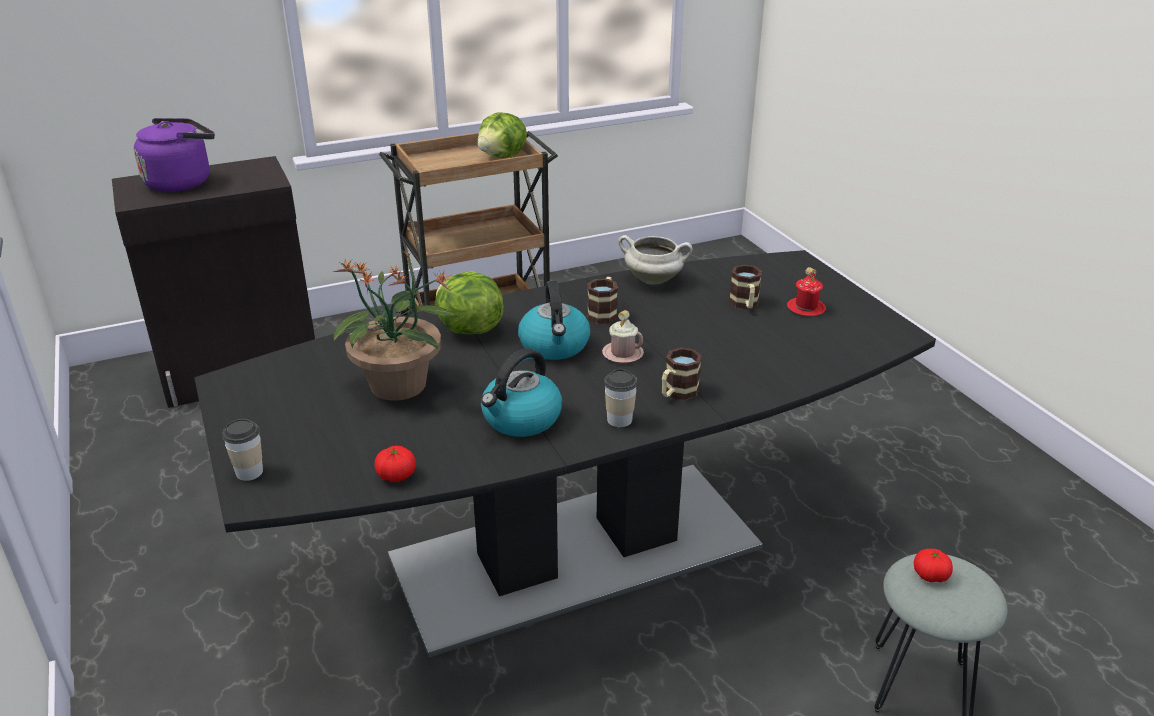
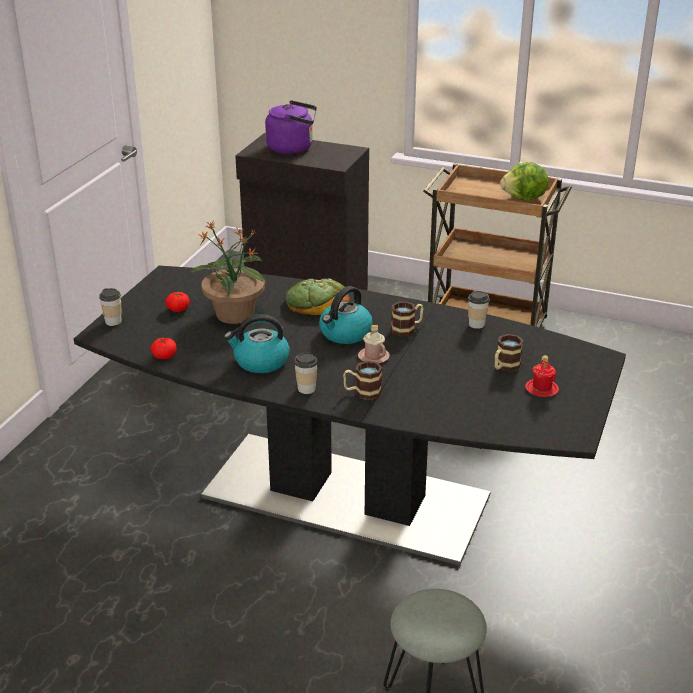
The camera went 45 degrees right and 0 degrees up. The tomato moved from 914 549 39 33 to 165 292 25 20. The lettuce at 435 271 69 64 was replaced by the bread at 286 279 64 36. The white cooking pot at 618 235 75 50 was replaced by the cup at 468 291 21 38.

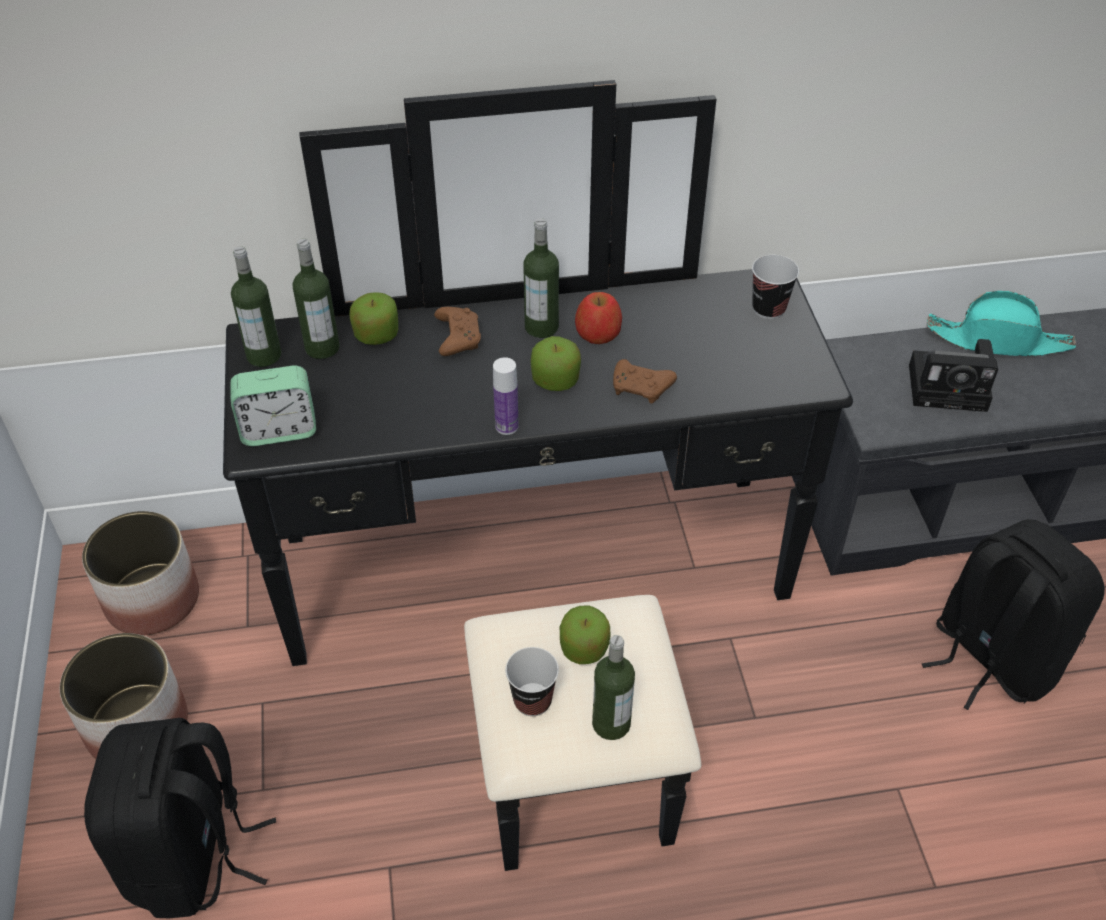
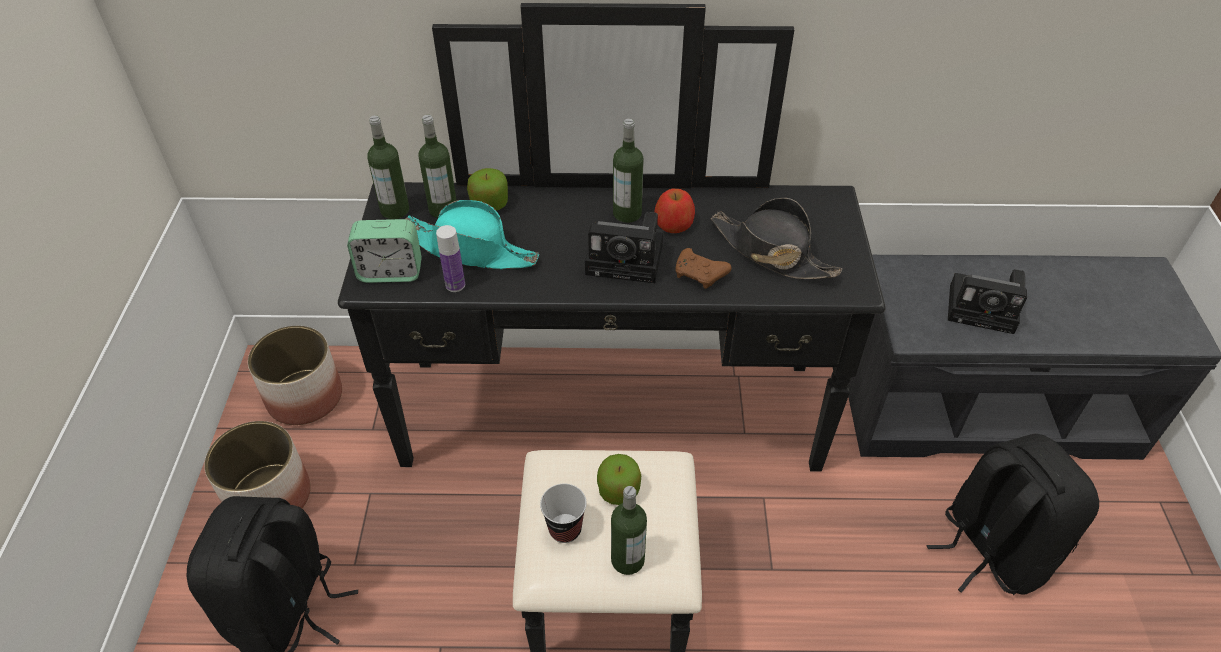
The camera went 10 degrees right and 0 degrees up. The turquoise hat moved from 927 291 149 65 to 405 200 134 69. The bottle moved from 493 357 26 78 to 436 225 29 67. The apple at 531 336 50 55 was replaced by the photo camera at 585 212 79 71. The black hat at 711 198 131 81 appeared. The brown game controller at 434 307 47 49 disappeared. The cup at 752 255 47 64 disappeared.

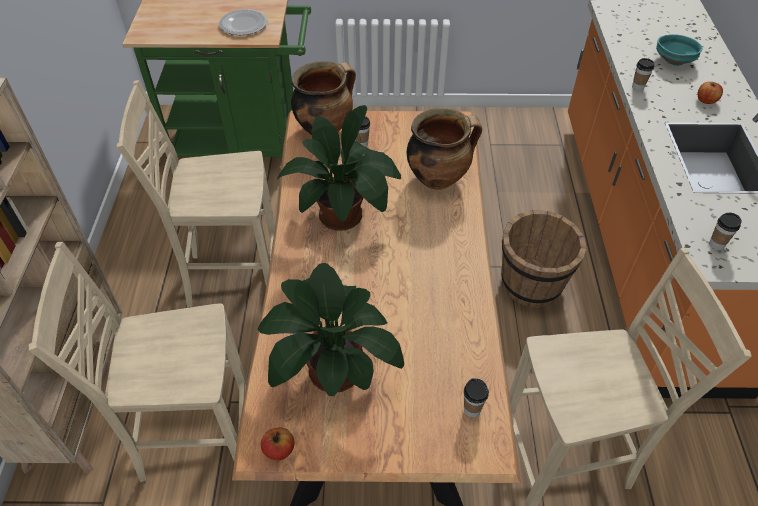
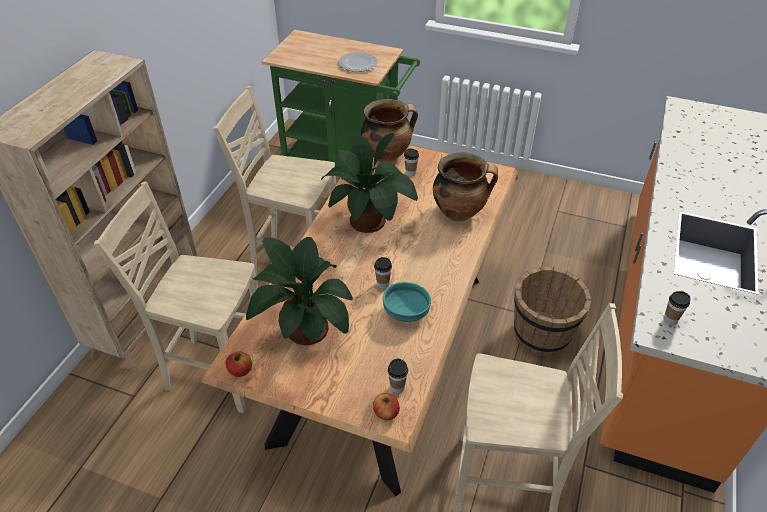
The camera went 20 degrees right and 5 degrees down. The apple moved from 698 82 25 22 to 373 393 27 27. The cup moved from 632 58 23 33 to 374 257 18 32. The turquoise bowl moved from 656 34 47 32 to 383 282 48 40.

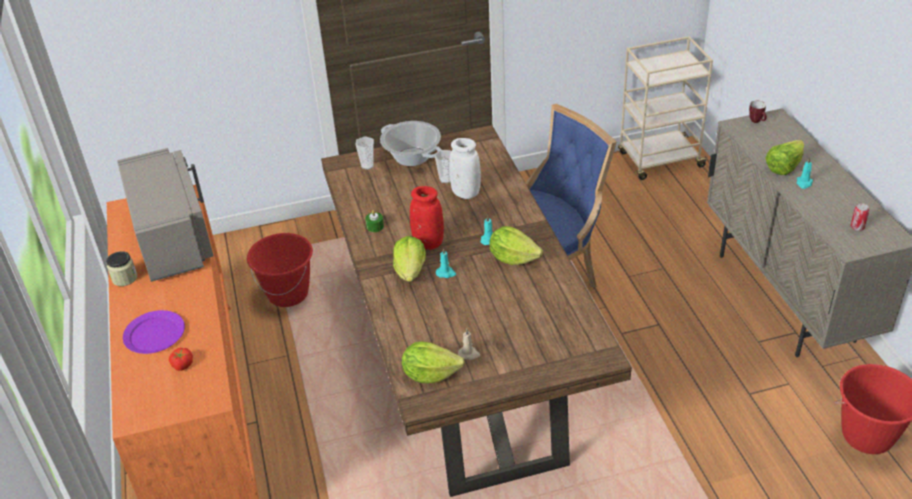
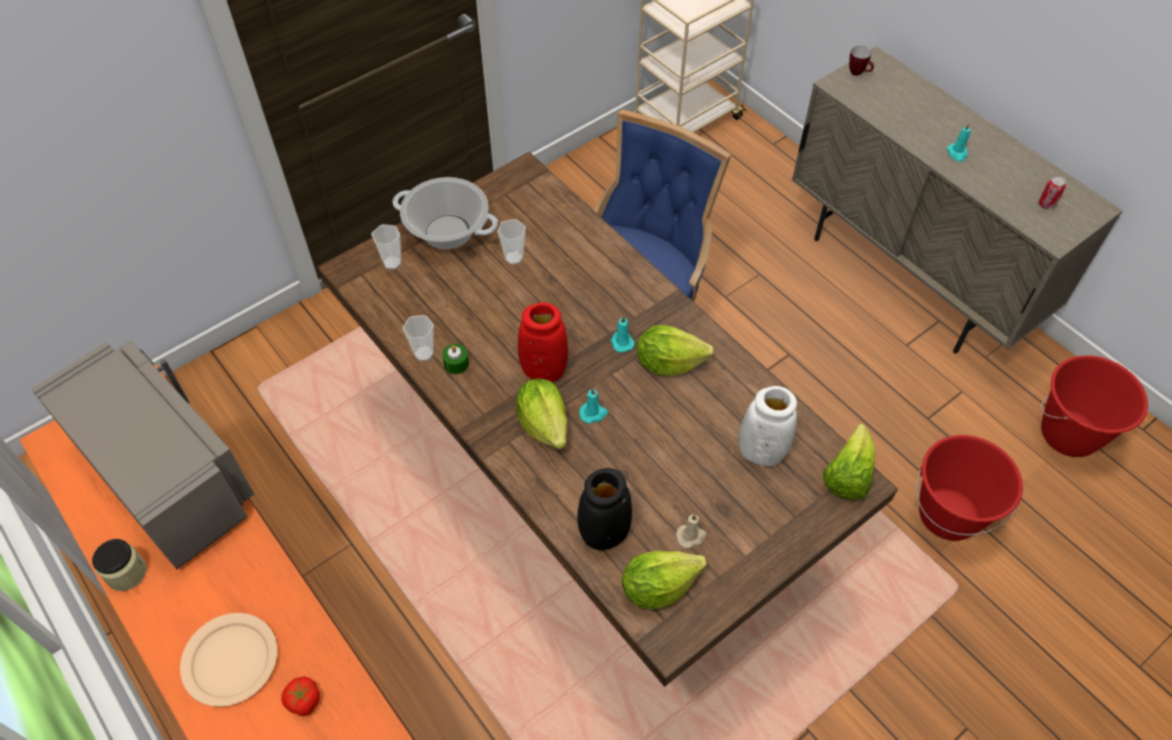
The camera went 25 degrees left and 15 degrees up. The purple plate at 123 310 62 44 became the beige plate at 180 613 97 94. The cup at 403 315 31 47 appeared. The black vase at 578 468 54 82 appeared. The white vase moved from 449 138 32 61 to 739 386 58 81. The lettuce moved from 765 140 39 35 to 823 424 52 76. The red bucket moved from 247 233 66 74 to 916 435 108 106.

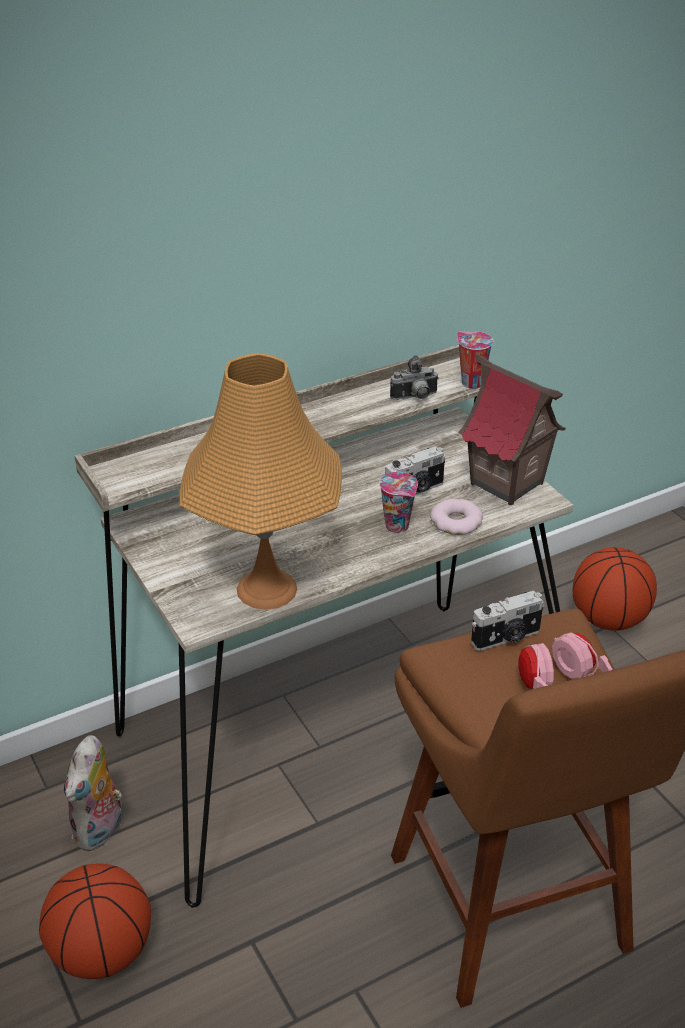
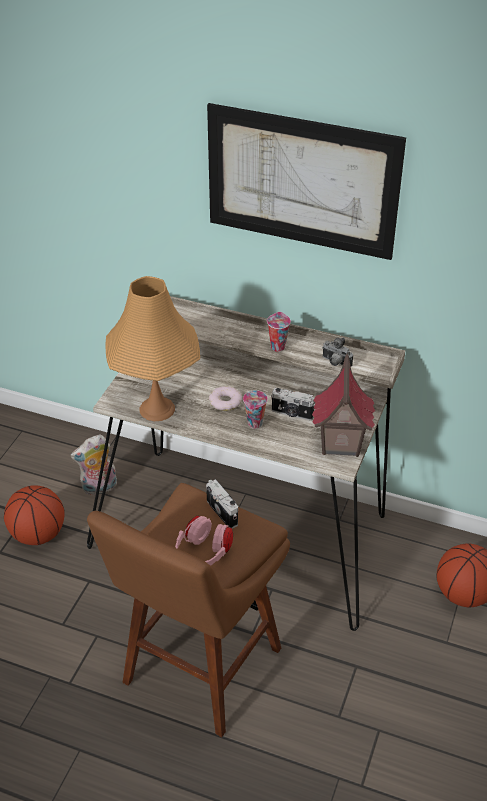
The camera went 50 degrees right and 5 degrees up. The photo camera at 471 591 73 60 turned 150 degrees counterclockwise. The picture at 207 103 199 157 appeared. The donut moved from 430 499 53 36 to 209 386 33 25. The cup moved from 457 331 36 58 to 267 312 24 40.

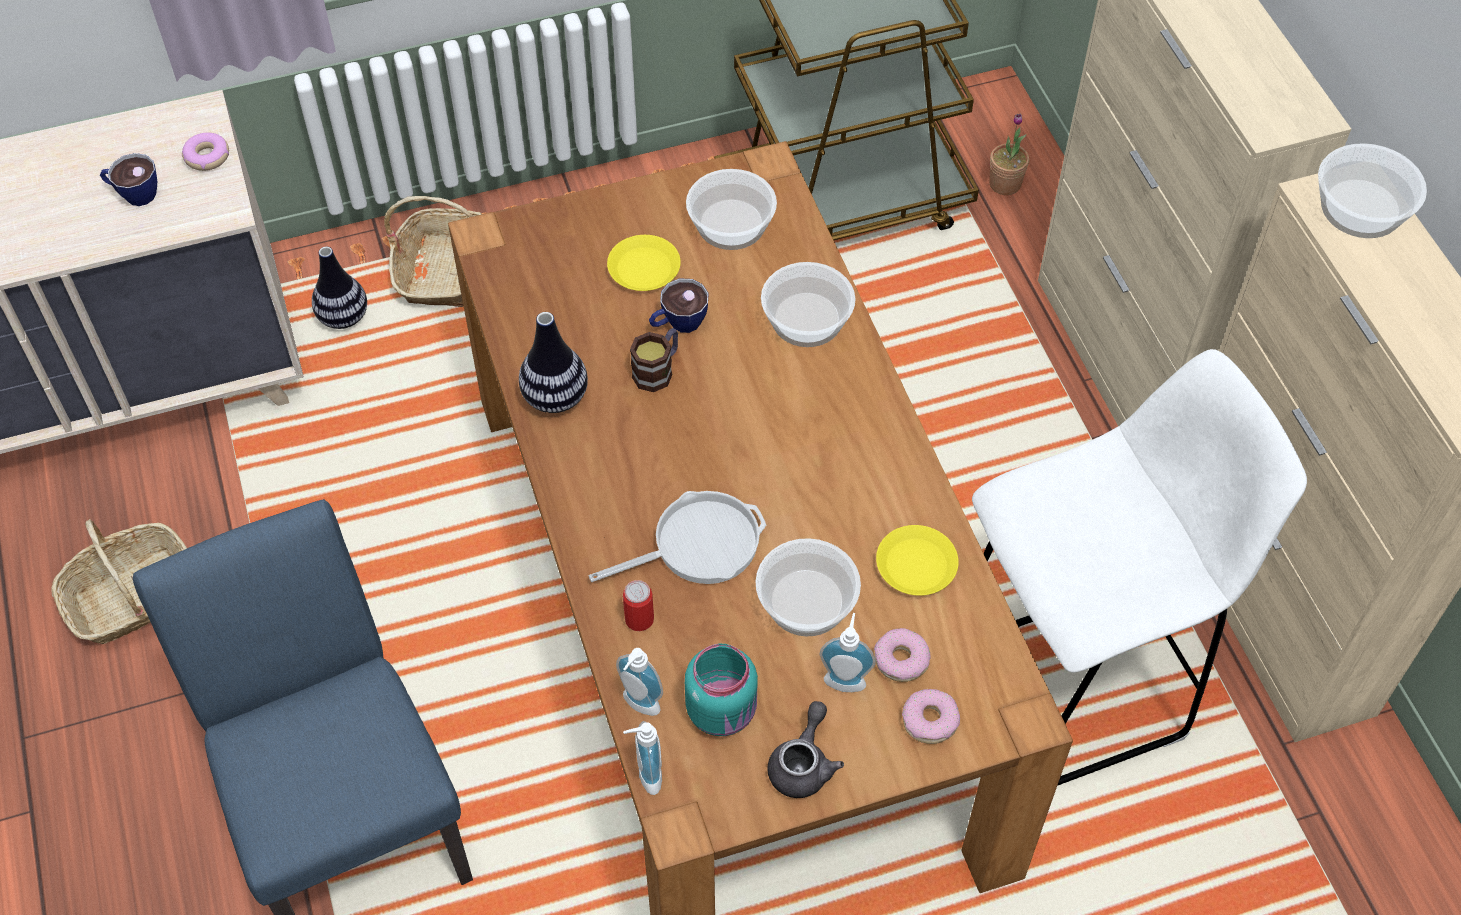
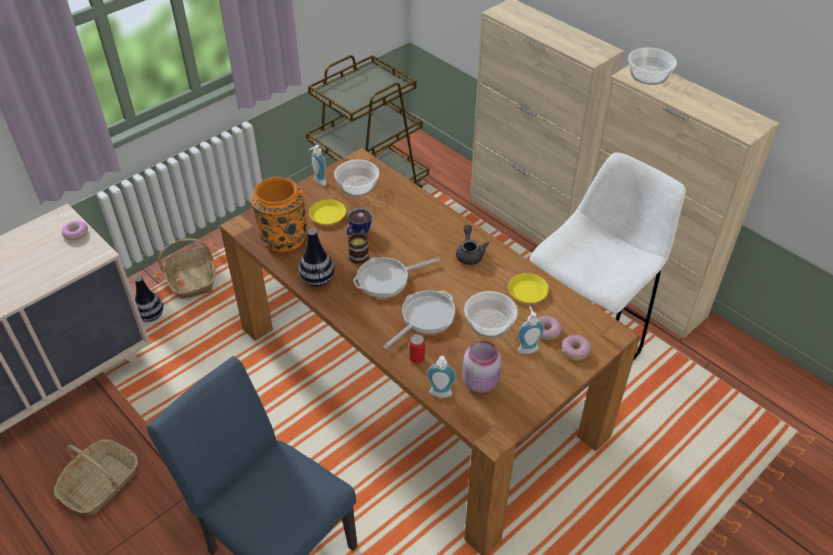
The camera went 25 degrees left and 10 degrees down. The orange vase at 251 177 57 75 appeared. The soap dispenser moved from 623 721 39 74 to 309 145 18 41. The frying pan at 353 257 87 41 appeared. The grey teapot moved from 768 701 76 97 to 456 225 33 40. The turquoise jar at 685 644 73 92 became the pink jar at 462 340 40 53. The cup at 100 153 57 53 disappeared. The bowl at 761 262 94 85 disappeared. The potted plant at 989 113 40 82 disappeared.

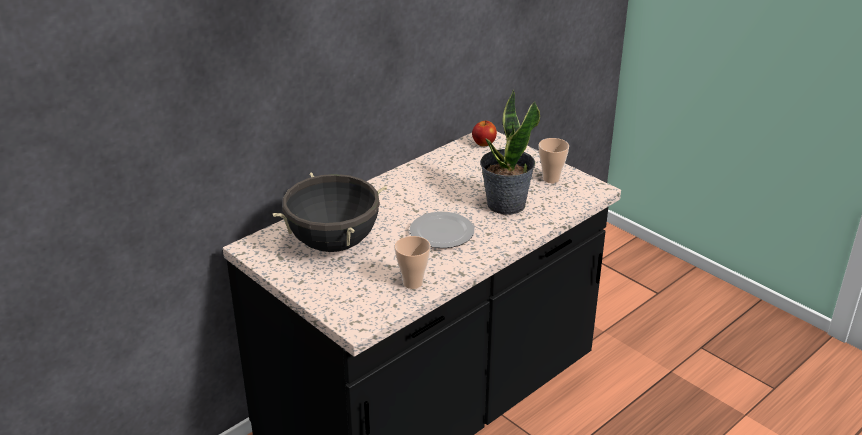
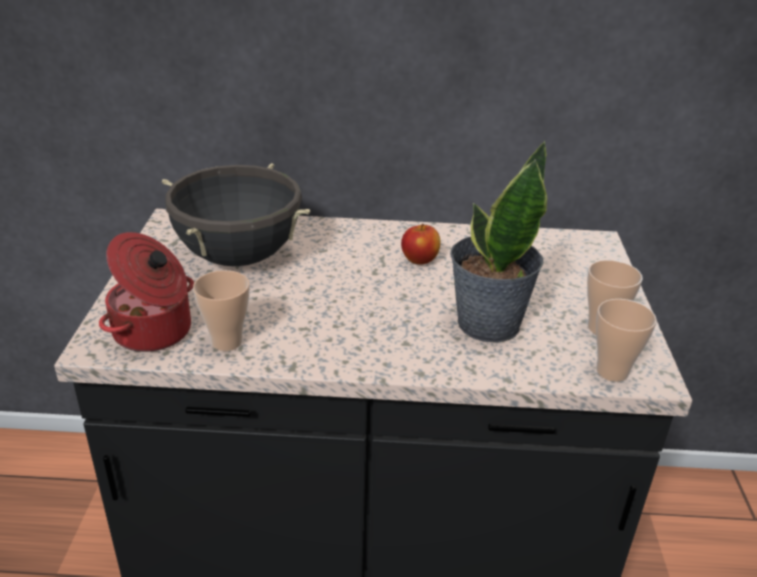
The camera went 45 degrees right and 0 degrees up. The cooking pot at 99 232 95 120 appeared. The apple moved from 472 120 25 26 to 401 224 40 41. The cup at 596 299 61 83 appeared. The plate at 410 212 64 36 disappeared.

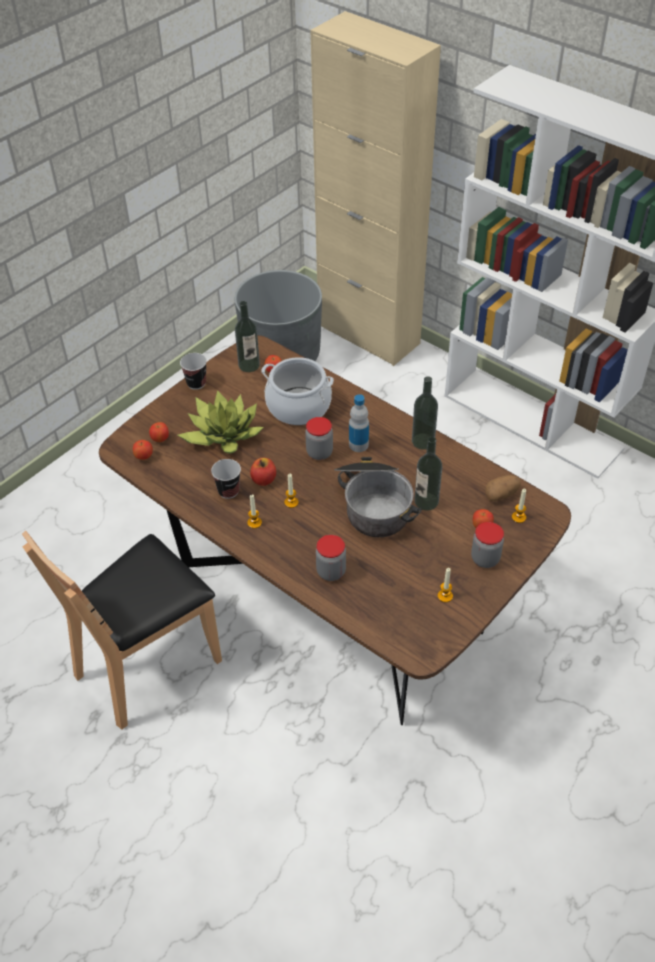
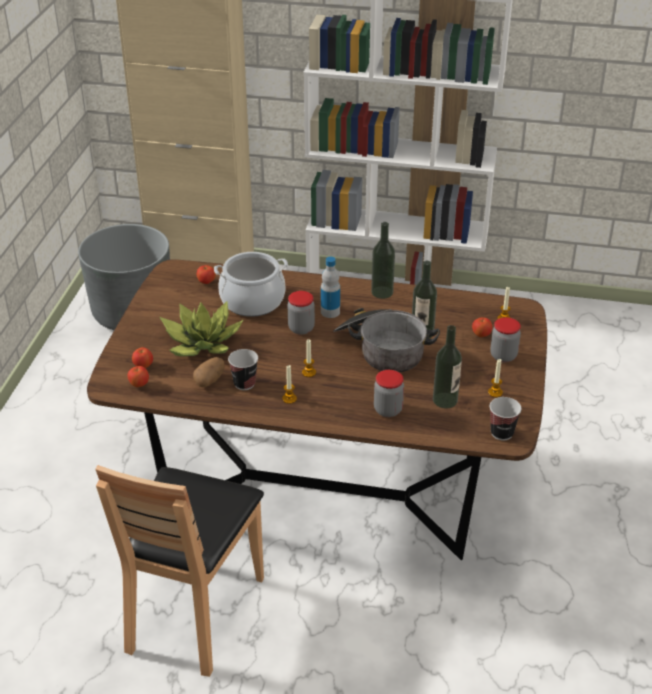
The camera went 30 degrees left and 10 degrees down. The potato moved from 485 475 36 26 to 193 357 32 30. The bottle moved from 235 301 25 71 to 433 325 29 84. The cup moved from 180 353 27 37 to 490 397 32 43. The apple at 250 458 26 28 disappeared.

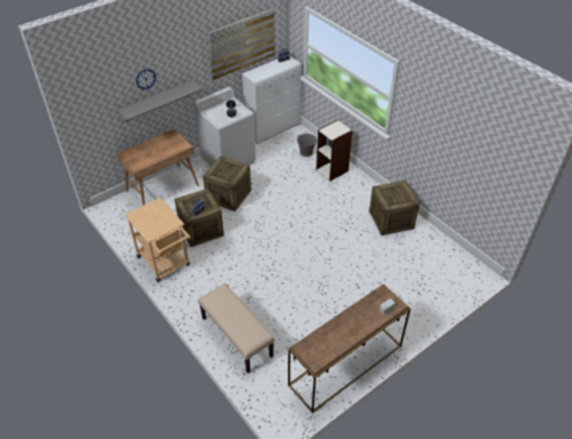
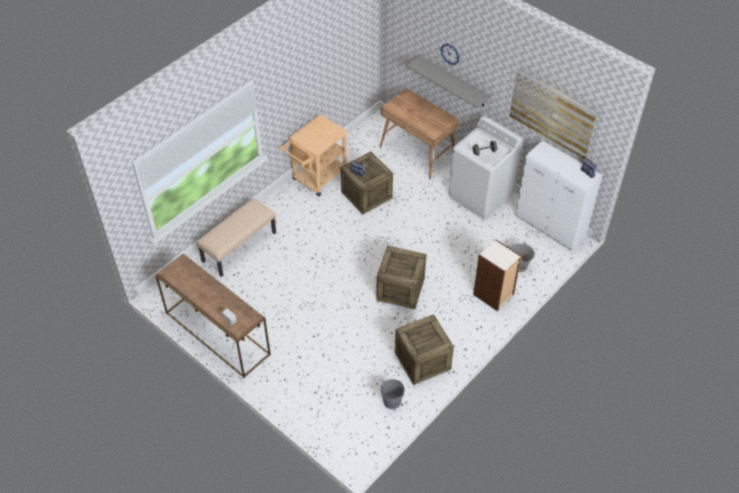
The camera went 80 degrees right and 5 degrees up. The crate moved from 203 156 48 55 to 376 246 51 63. The grey bucket at 381 379 23 30 appeared.

